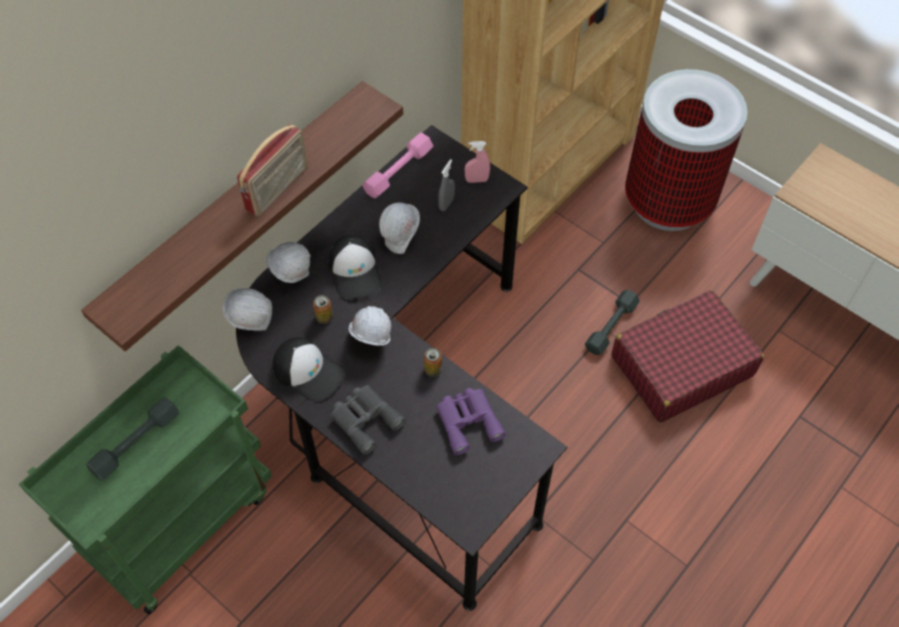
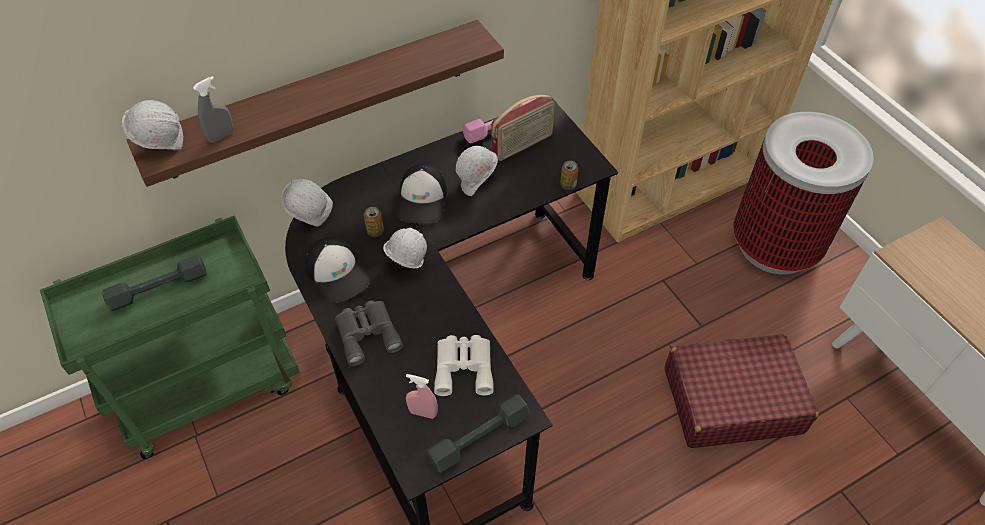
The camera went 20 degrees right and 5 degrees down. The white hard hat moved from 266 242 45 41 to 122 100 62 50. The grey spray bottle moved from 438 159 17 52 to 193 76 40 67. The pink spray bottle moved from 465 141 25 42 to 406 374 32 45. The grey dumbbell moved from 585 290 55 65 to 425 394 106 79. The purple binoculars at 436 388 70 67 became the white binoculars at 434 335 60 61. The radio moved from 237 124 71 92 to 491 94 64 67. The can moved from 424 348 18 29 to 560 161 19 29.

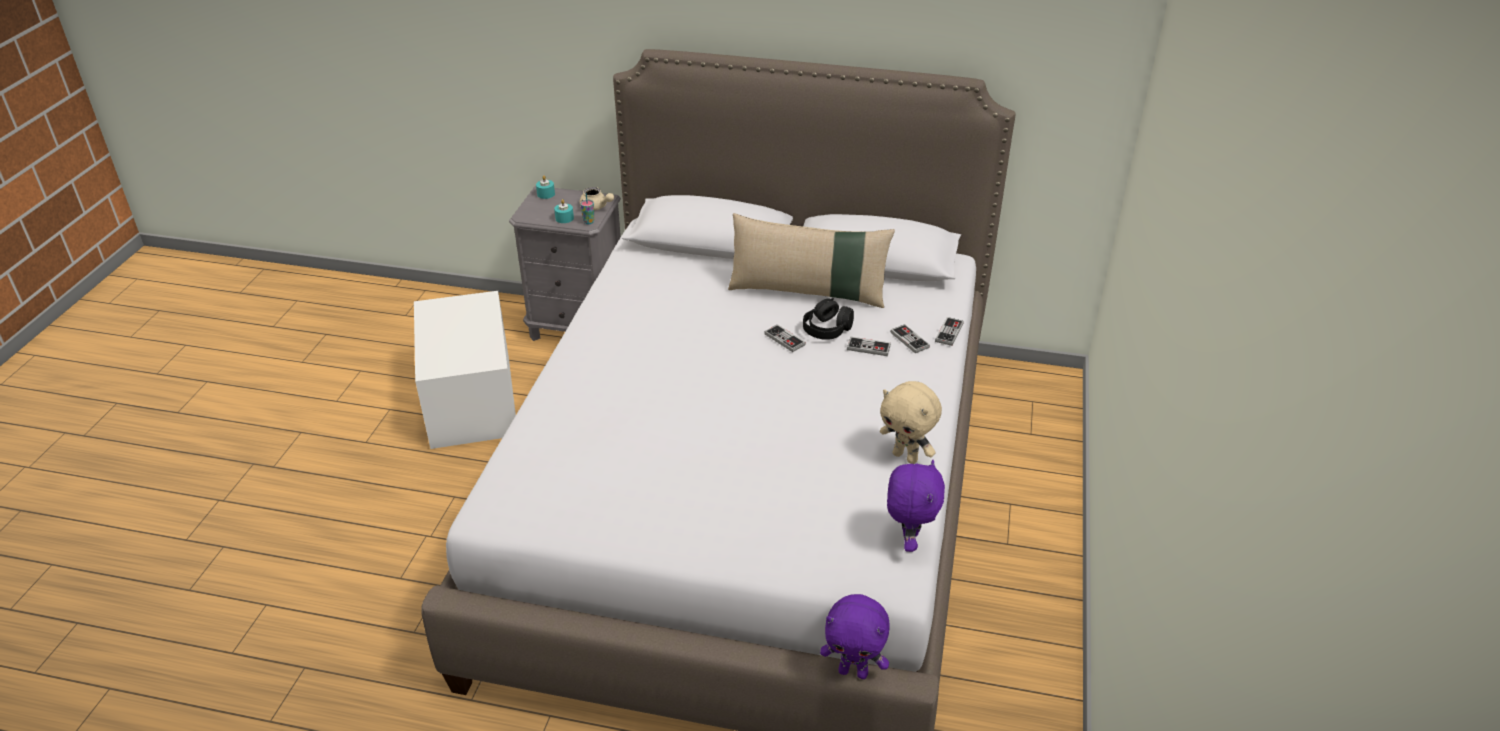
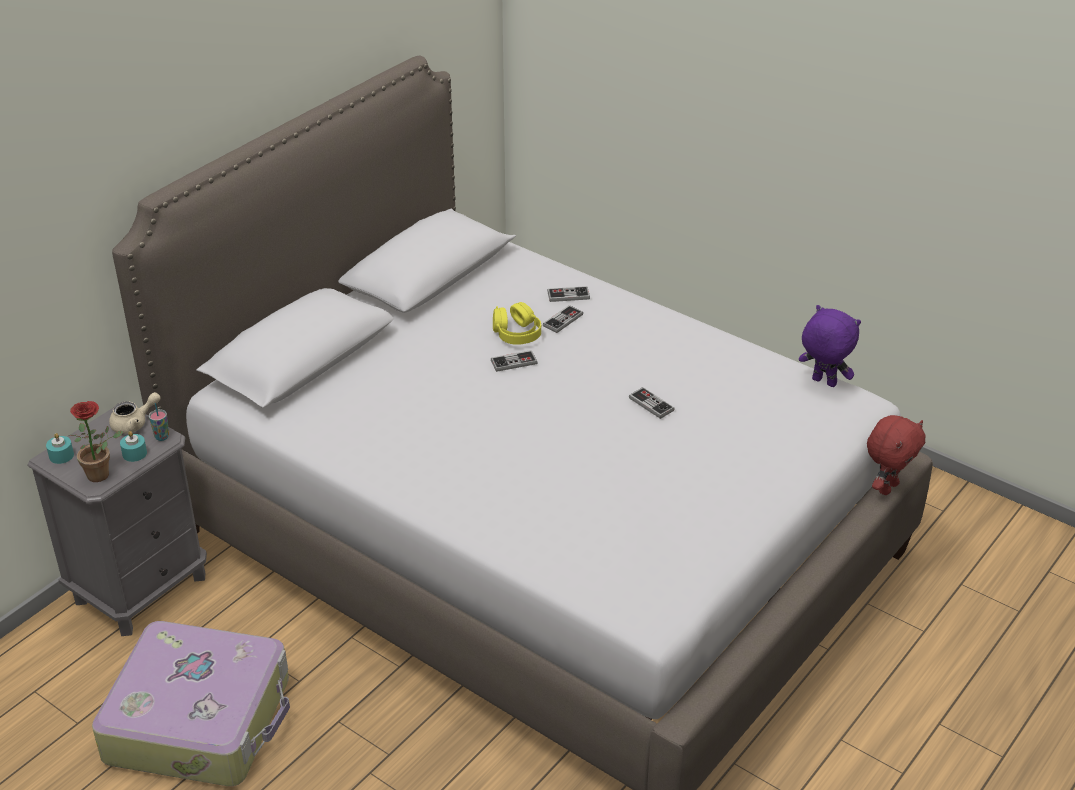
The camera went 65 degrees left and 0 degrees up. The potted plant at 69 401 55 81 appeared. The white storage box at 414 291 102 158 was replaced by the suitcase at 92 621 198 165. The black headphones at 803 298 51 42 became the yellow headphones at 493 302 48 43. The game controller moved from 935 317 29 29 to 629 387 45 32. The purple plush toy at 820 594 70 85 became the red plush toy at 867 415 58 80. The beige pillow at 728 213 167 95 disappeared. The beige plush toy at 880 381 62 83 disappeared.

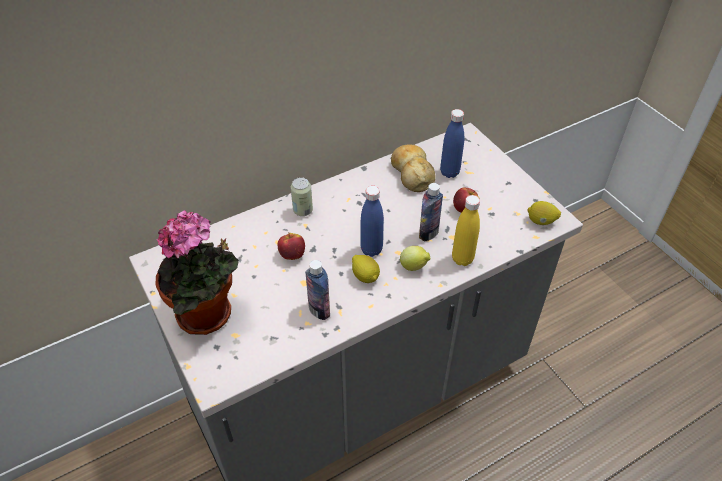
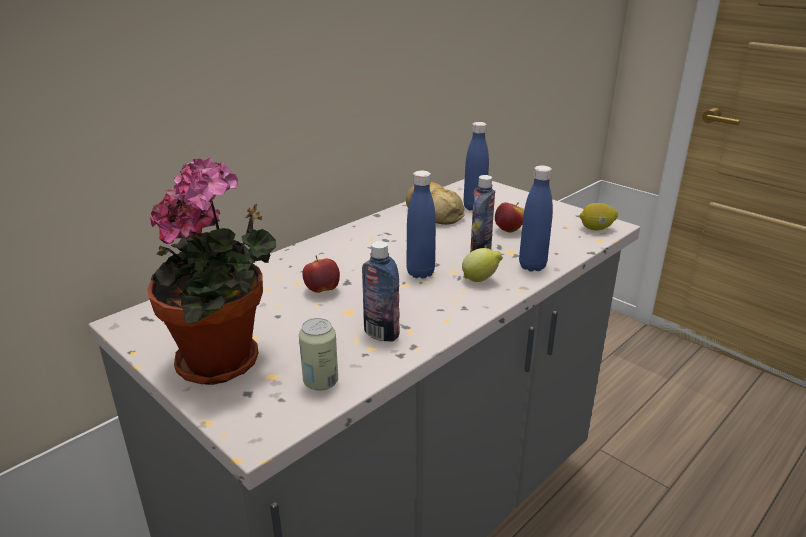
The camera went 15 degrees left and 20 degrees down. The can moved from 291 177 22 39 to 299 318 39 73. The yellow bottle at 452 195 28 71 became the blue bottle at 519 165 34 107. The lemon at 352 255 28 28 disappeared.

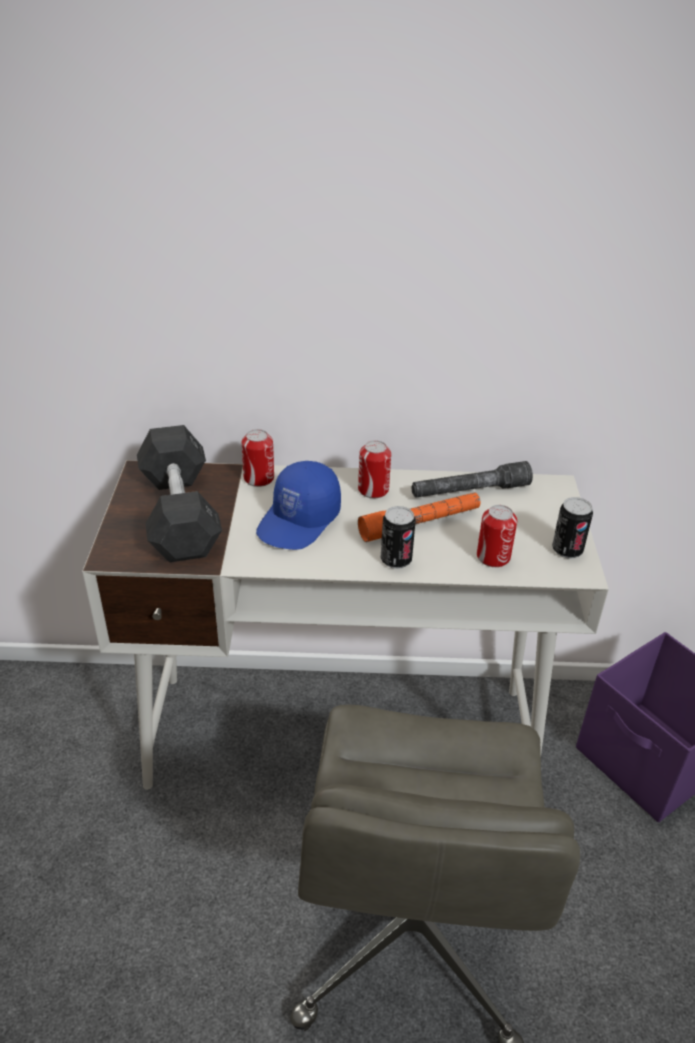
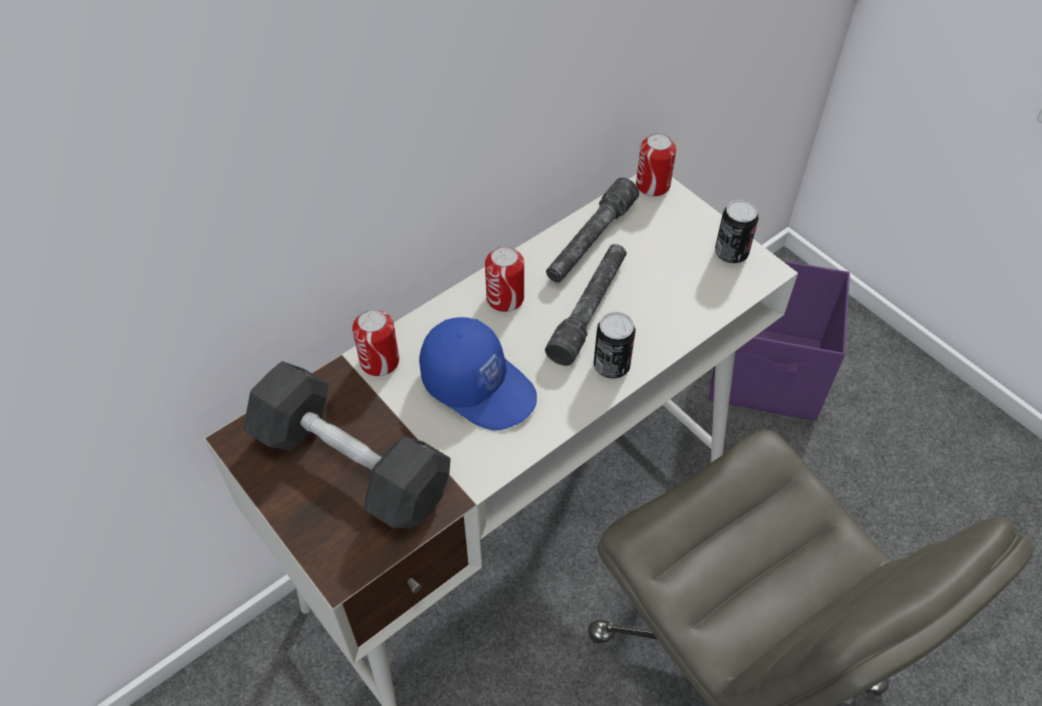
The camera went 40 degrees left and 15 degrees up. The blue cap at 256 461 85 89 turned 45 degrees counterclockwise. The orange flashlight at 358 492 123 50 became the grey flashlight at 545 244 81 122. The can moved from 477 505 40 62 to 636 133 40 64.

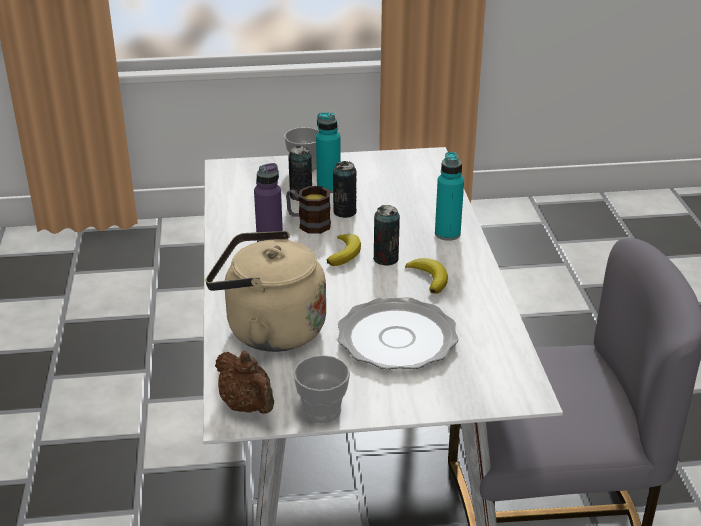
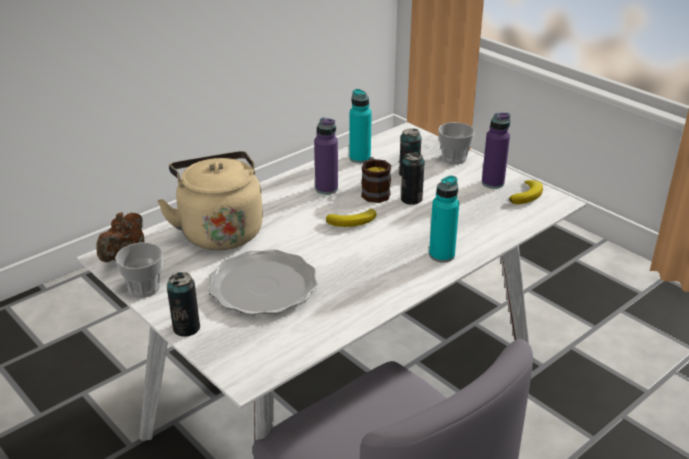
The camera went 55 degrees right and 0 degrees up. The can moved from 373 205 27 61 to 167 272 33 65. The turquoise bottle moved from 316 112 25 81 to 349 89 23 74. The purple bottle at 482 113 28 76 appeared. The banana moved from 405 258 43 36 to 509 180 34 24.

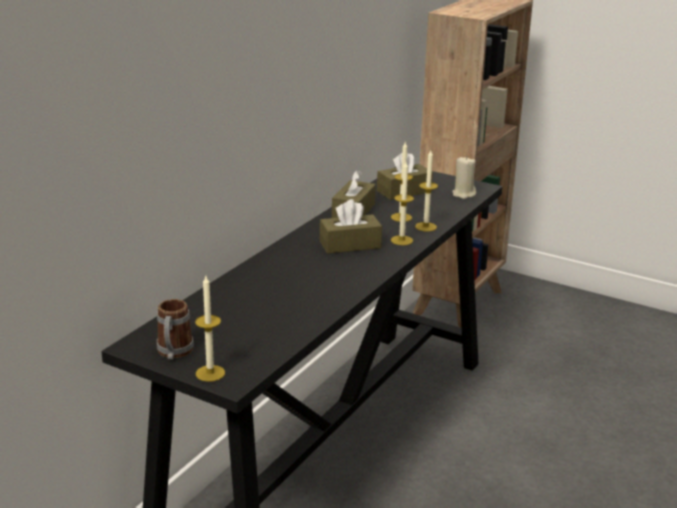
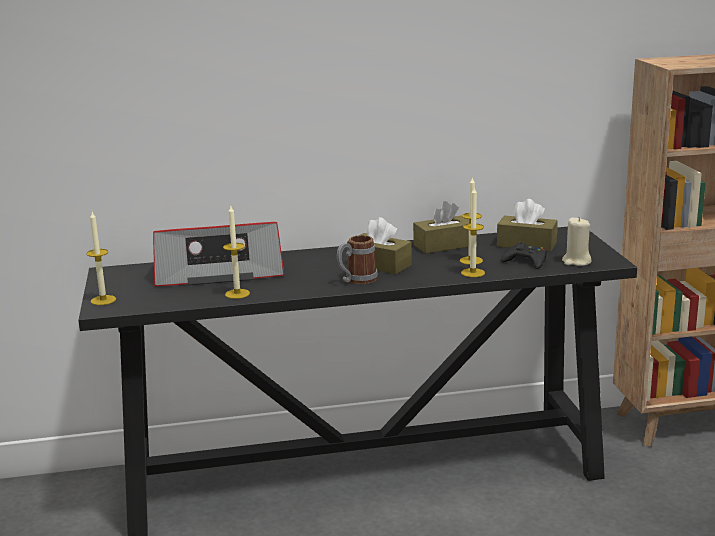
The camera went 50 degrees right and 5 degrees down. The radio at 153 222 131 65 appeared. The candle moved from 391 162 23 83 to 223 206 27 93. The mug moved from 157 299 37 61 to 337 235 41 49. The black game controller at 501 242 46 27 appeared.

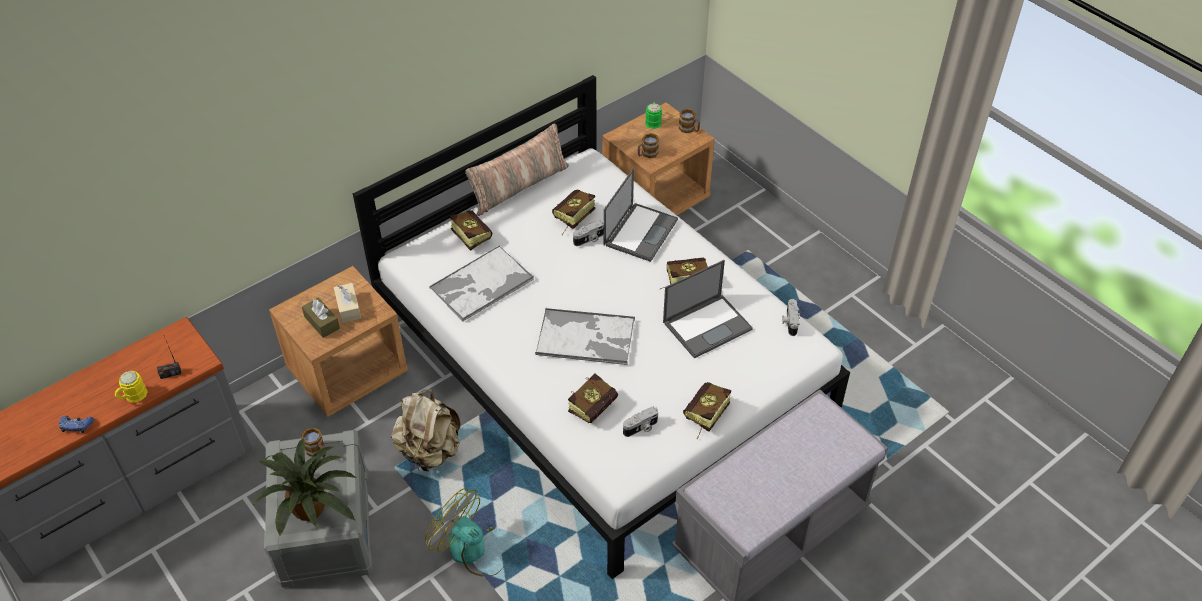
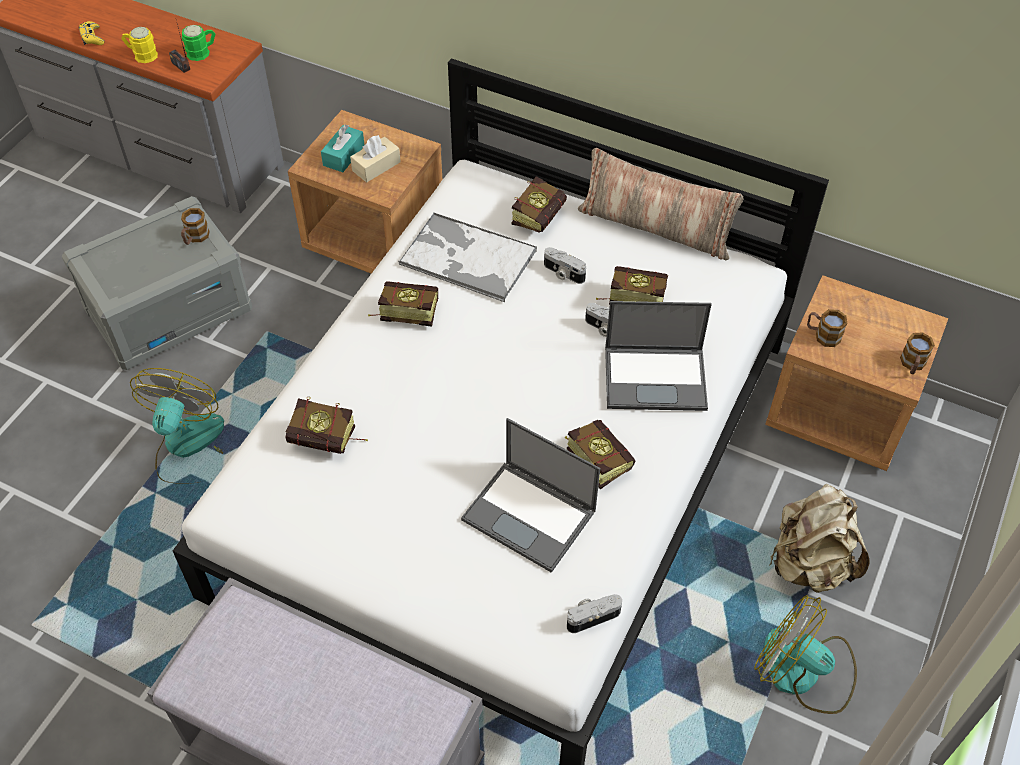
The camera went 65 degrees right and 5 degrees up. The blue game controller at 59 416 35 17 became the yellow game controller at 79 21 25 24. The green mug moved from 645 102 17 27 to 182 25 34 36. The brown tissue box at 302 298 38 40 became the turquoise tissue box at 321 124 43 48. The book moved from 683 382 48 57 to 368 281 71 46. The photo camera moved from 623 407 35 30 to 544 247 42 37. The fan at 754 595 103 119 appeared. The beige backpack moved from 391 389 70 82 to 769 483 101 110. The potted plant at 252 438 104 97 disappeared. The tray at 535 308 100 57 disappeared.

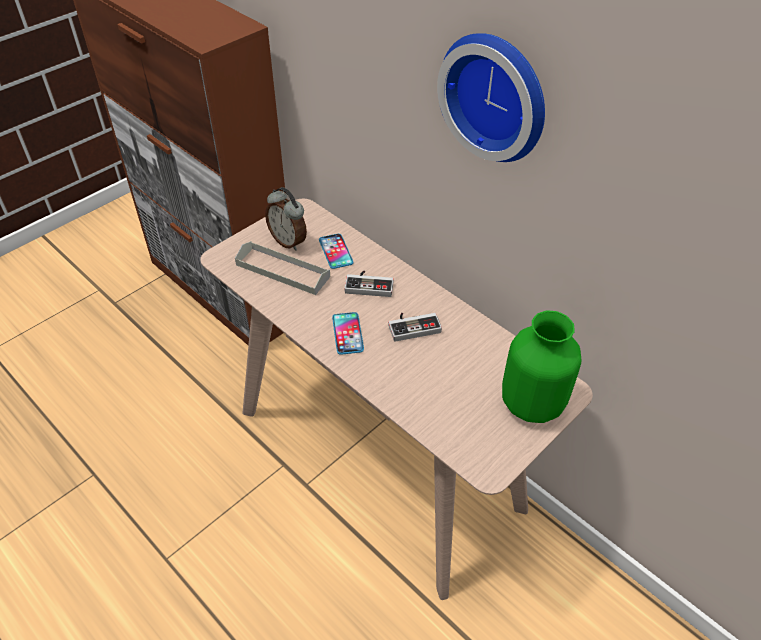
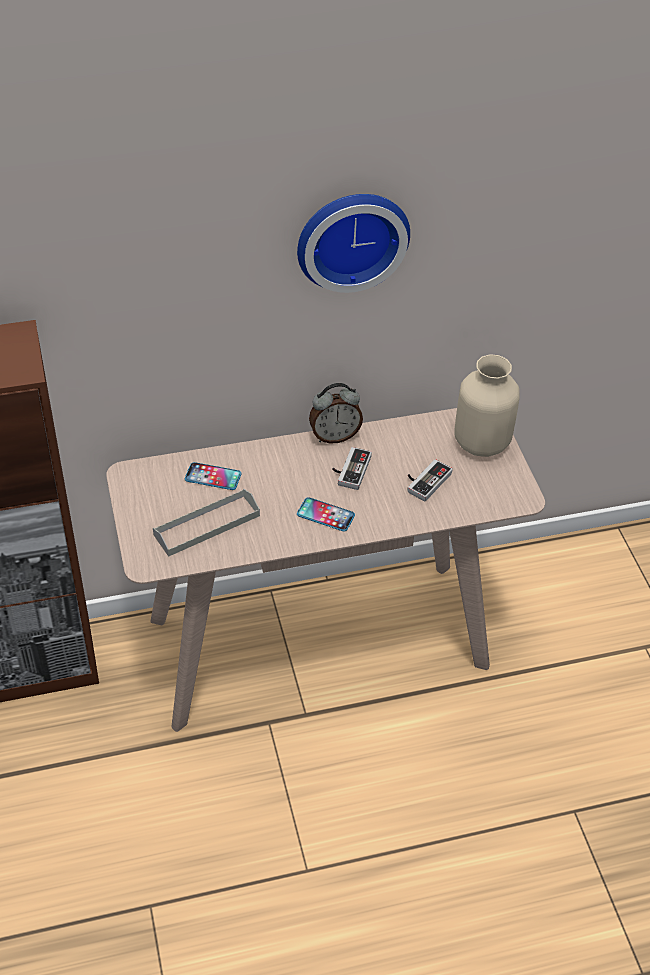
The camera went 60 degrees left and 0 degrees up. The alarm clock moved from 265 187 42 64 to 309 383 54 60. The game controller moved from 344 271 50 26 to 407 459 46 43. The green vase at 502 311 79 112 became the beige vase at 454 354 66 103.

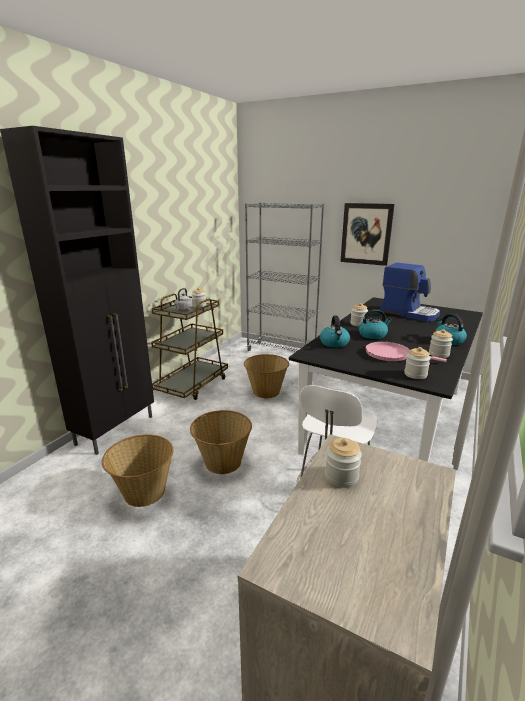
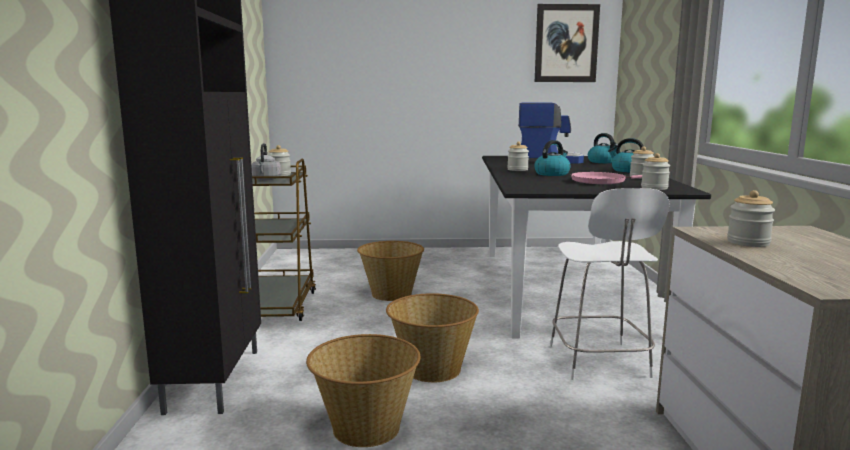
The camera went 30 degrees left and 10 degrees down. The picture moved from 340 203 55 63 to 535 4 65 78. The kettle moved from 320 316 30 32 to 588 133 30 30. The grey bookcase at 245 203 79 149 disappeared.

